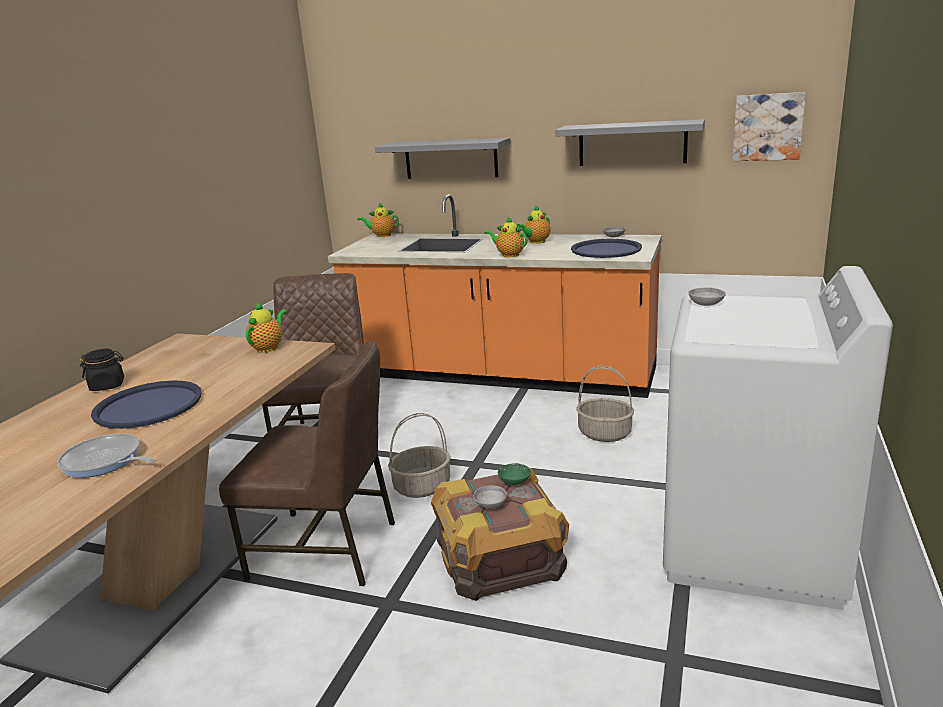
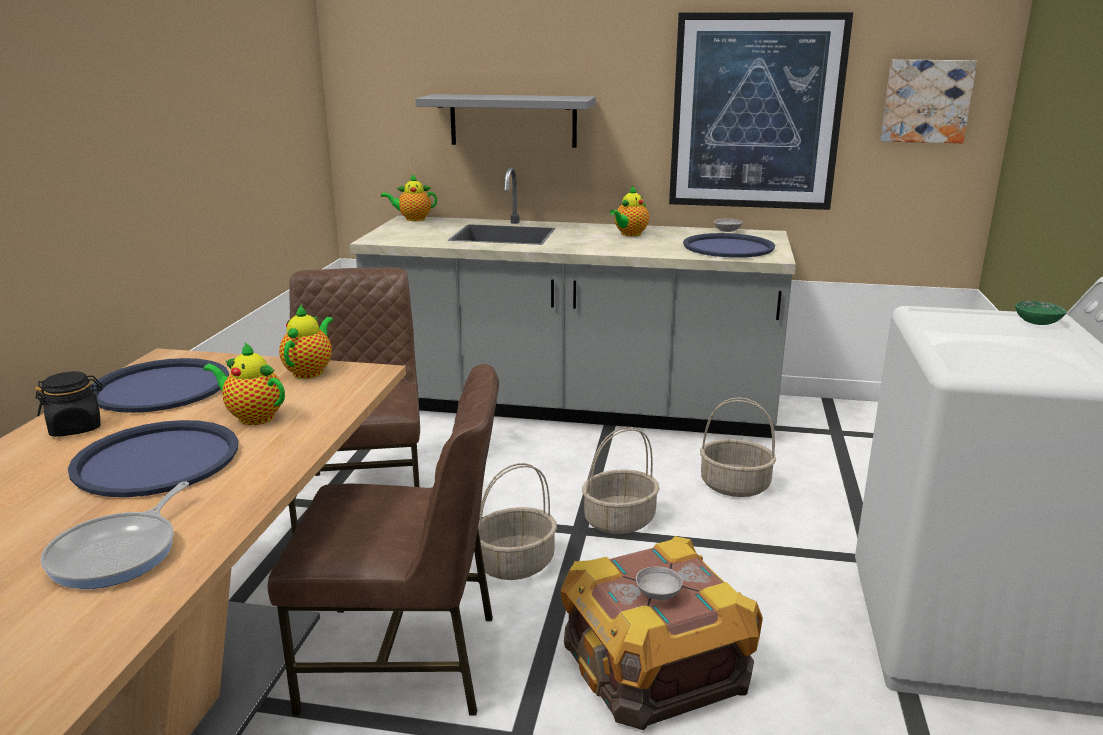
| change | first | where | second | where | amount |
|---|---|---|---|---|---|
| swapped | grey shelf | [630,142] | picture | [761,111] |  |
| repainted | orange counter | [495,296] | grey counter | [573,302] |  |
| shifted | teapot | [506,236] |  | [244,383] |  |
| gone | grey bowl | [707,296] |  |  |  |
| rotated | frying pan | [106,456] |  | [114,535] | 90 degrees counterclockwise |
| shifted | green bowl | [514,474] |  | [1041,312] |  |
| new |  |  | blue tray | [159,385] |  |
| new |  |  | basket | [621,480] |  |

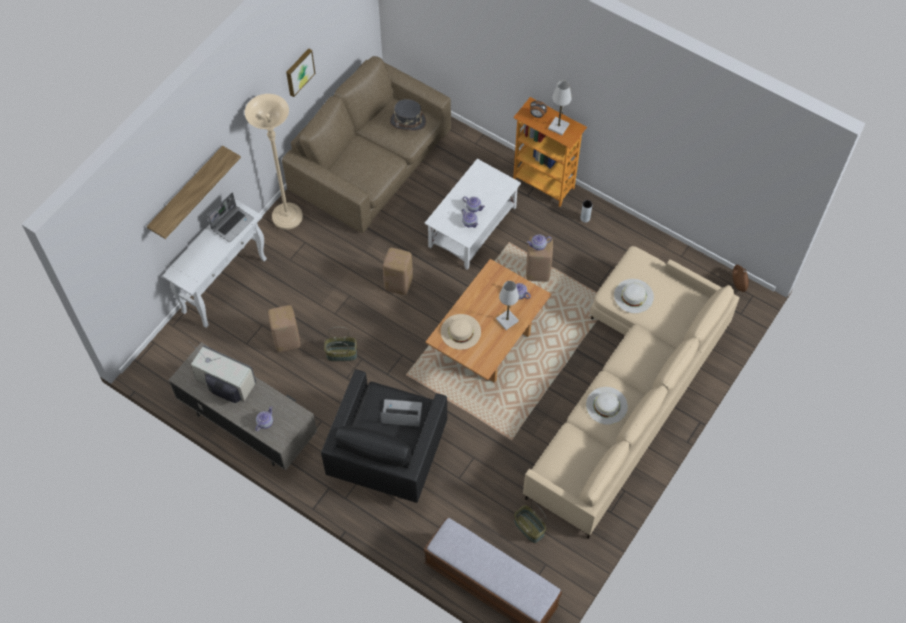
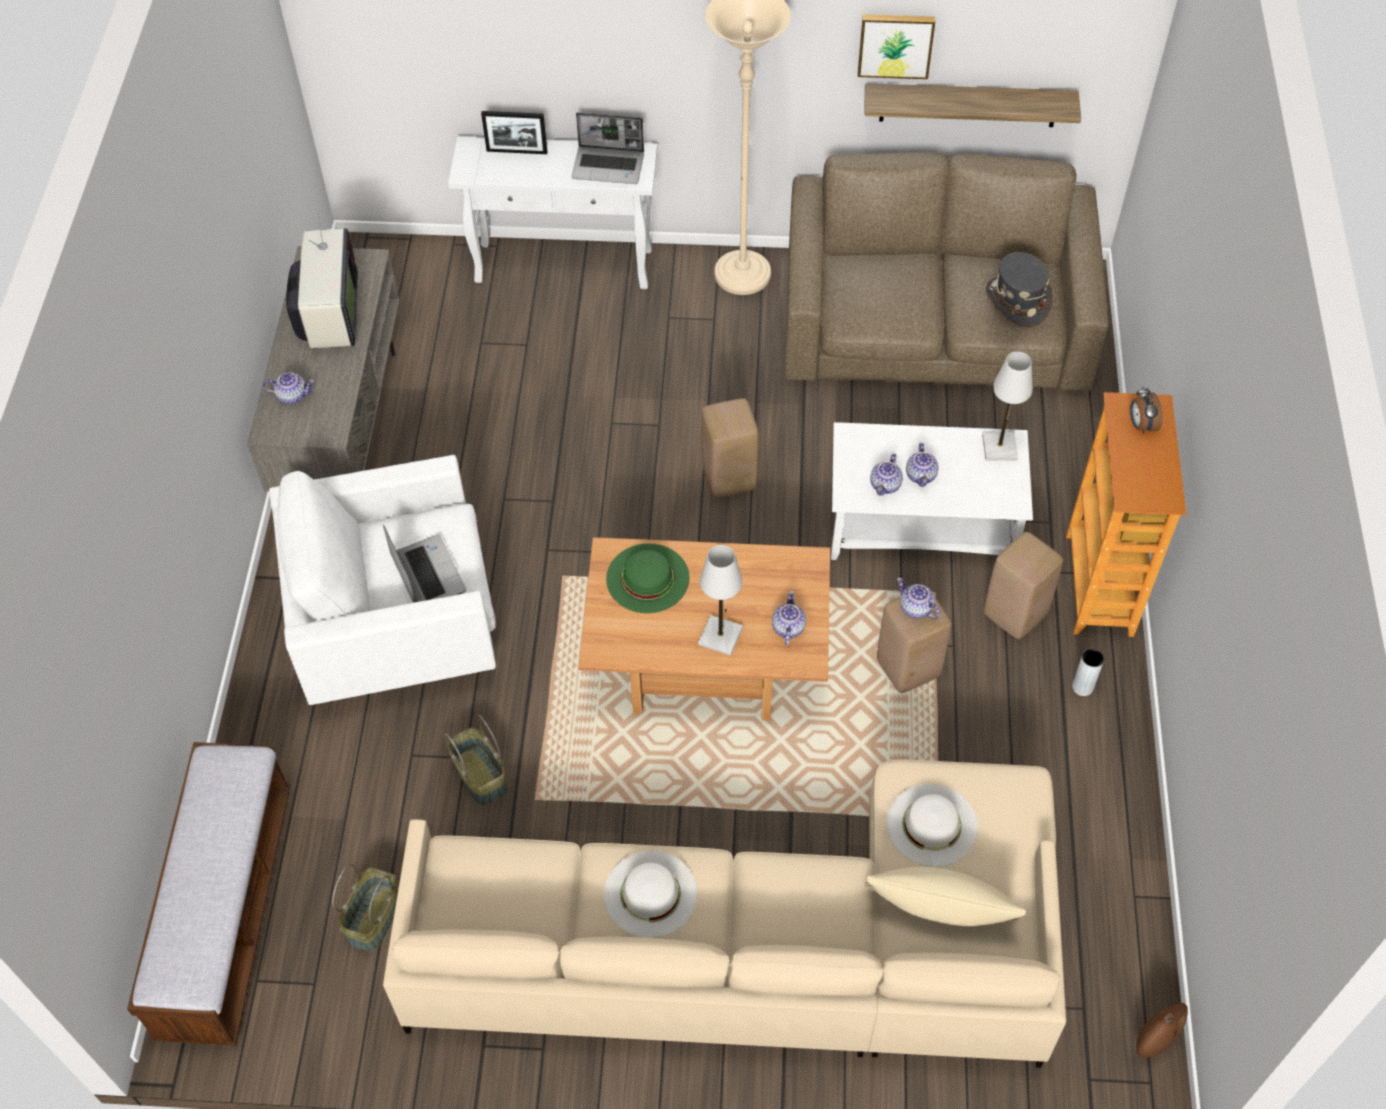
| change | first | where | second | where | amount |
|---|---|---|---|---|---|
| shifted | white table lamp | [560,107] |  | [1007,406] |  |
| shifted | shelf | [194,192] |  | [973,105] |  |
| shifted | beige stool | [284,328] |  | [1023,585] |  |
| repainted | beige hat | [461,332] | green hat | [648,578] |  |
| shifted | basket | [340,344] |  | [475,760] |  |
| repainted | black armchair | [384,436] | white armchair | [382,580] |  |
| new |  |  | picture frame | [514,132] |  |
| new |  |  | beige pillow | [945,896] |  |

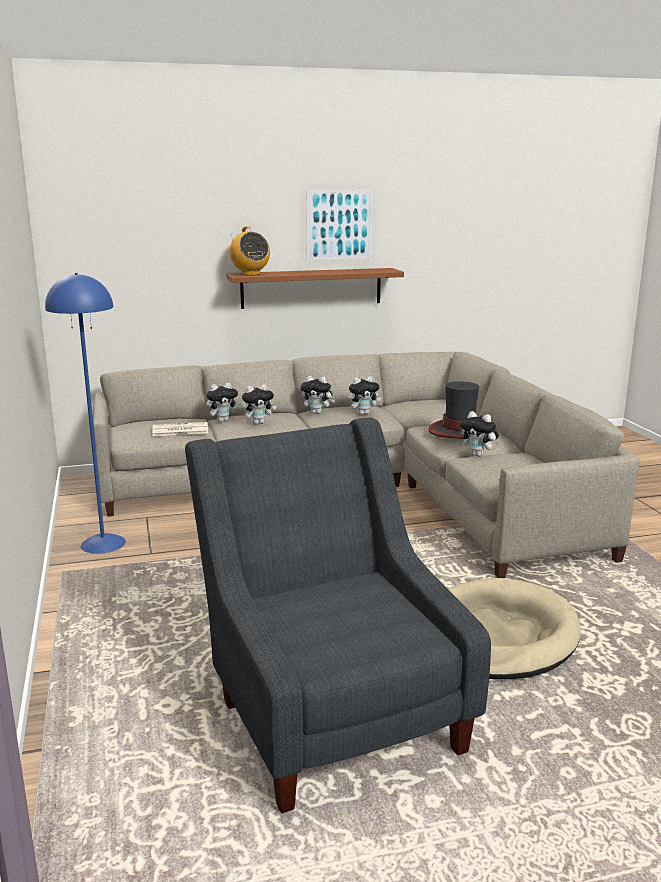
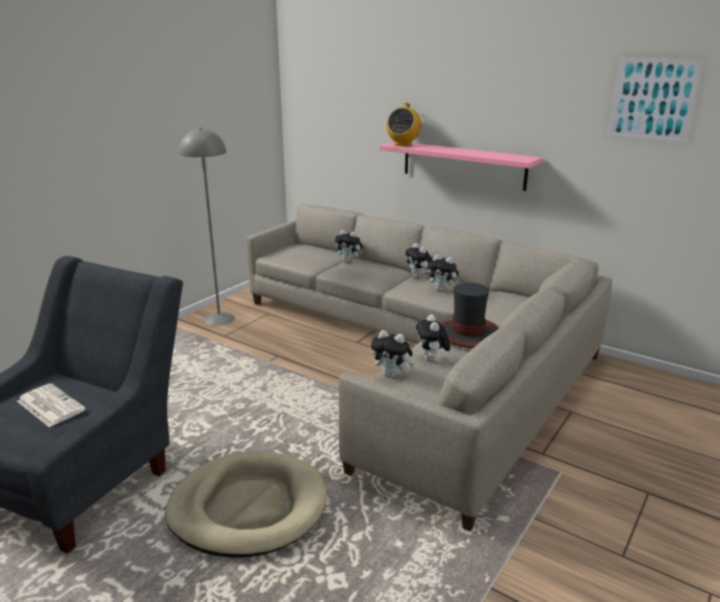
| change | first | where | second | where | amount |
|---|---|---|---|---|---|
| shifted | picture | [339,225] |  | [655,100] |  |
| repainted | brown shelf | [315,288] | pink shelf | [461,166] |  |
| repainted | blue floor lamp | [85,413] | grey floor lamp | [207,227] |  |
| shifted | plush toy | [259,404] |  | [392,354] |  |
| shifted | newspaper | [180,429] |  | [51,405] |  |

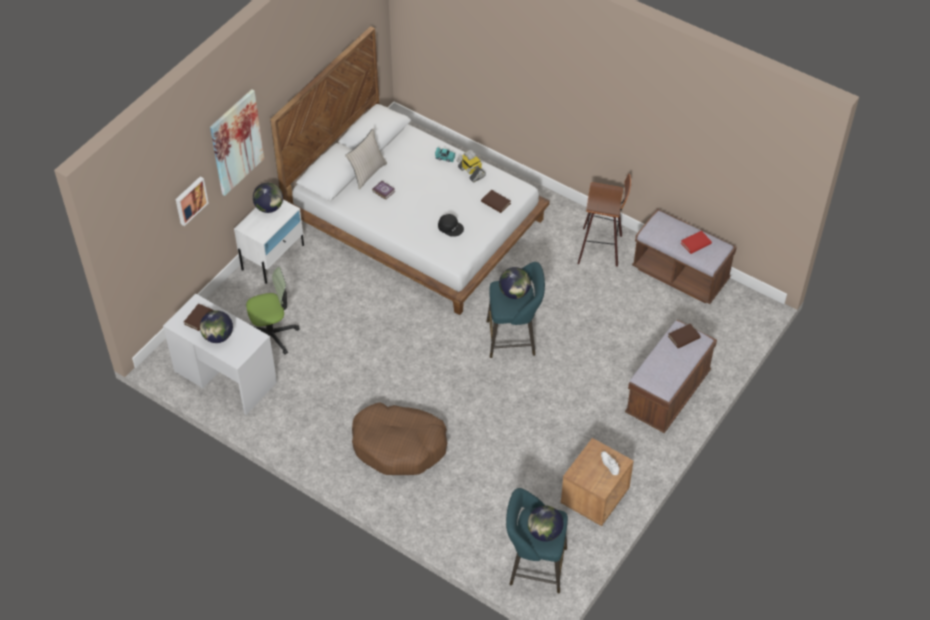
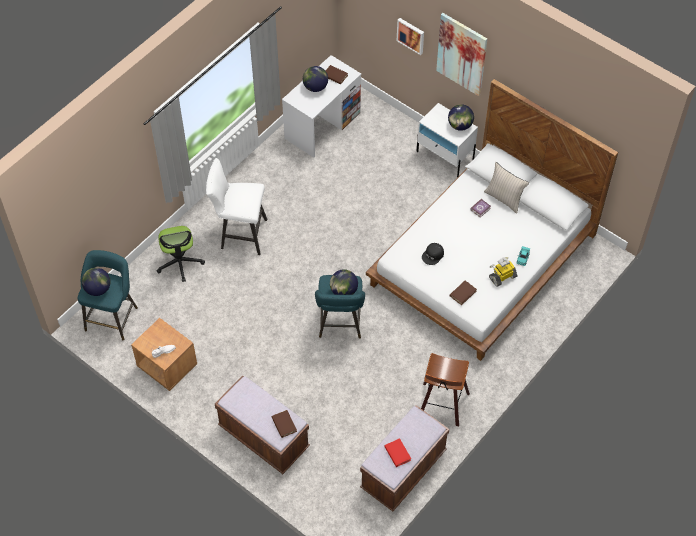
| change | first | where | second | where | amount |
|---|---|---|---|---|---|
| shifted | office chair | [273,311] |  | [181,254] |  |
| swapped | brown dog bed | [399,438] | white stool | [236,206] |  |

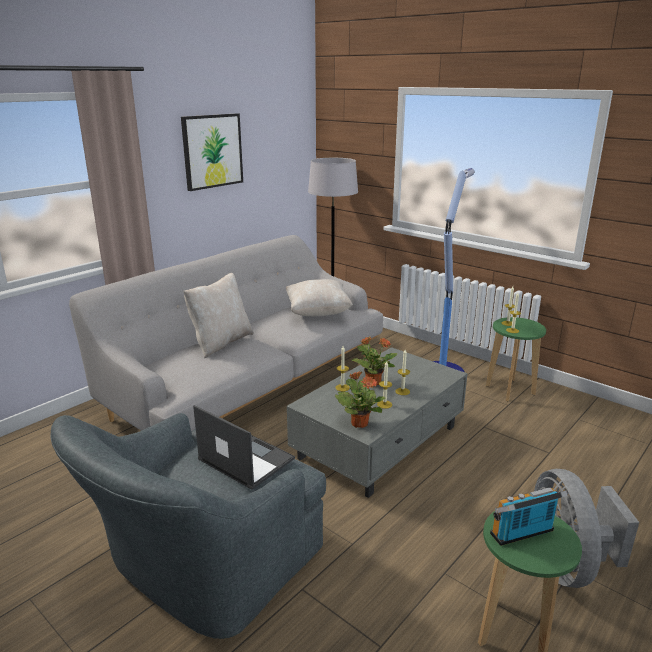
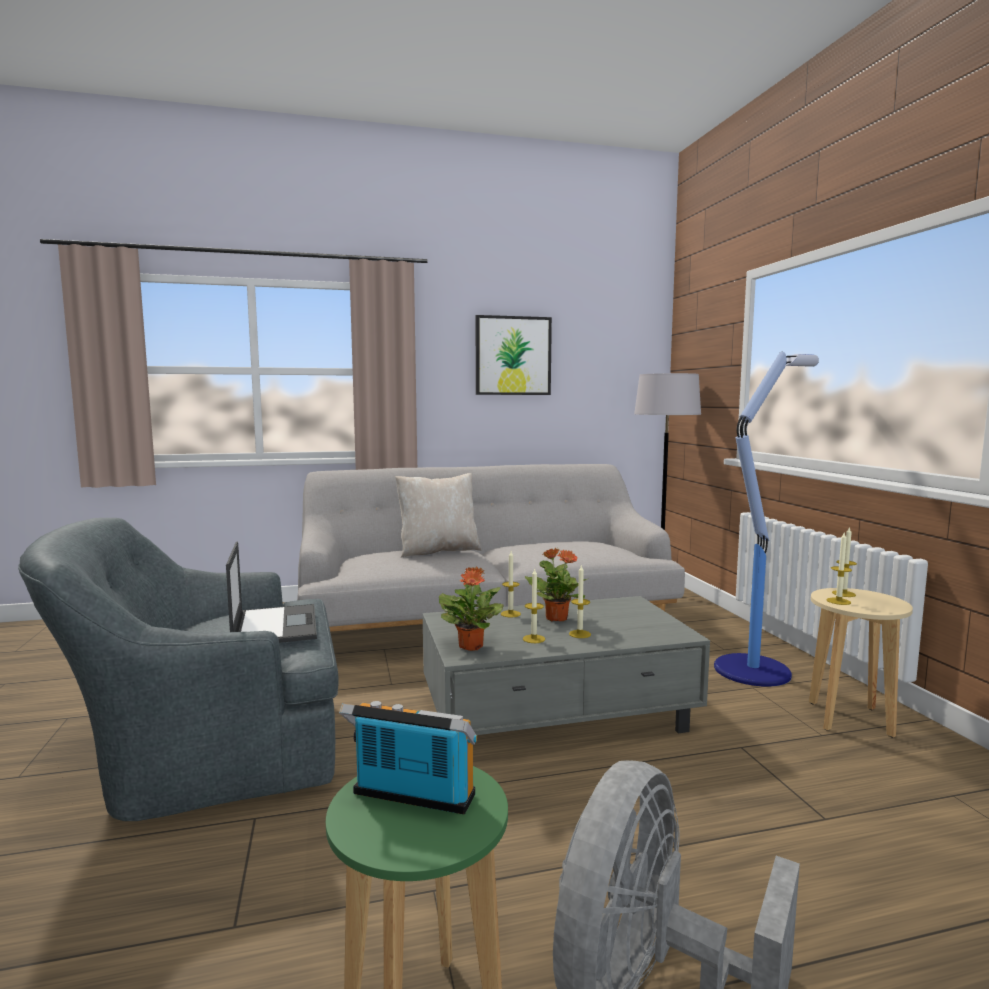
| change | first | where | second | where | amount |
|---|---|---|---|---|---|
| gone | beige pillow | [319,297] |  |  |  |
| repainted | green stool | [516,359] | beige stool | [861,663] |  |

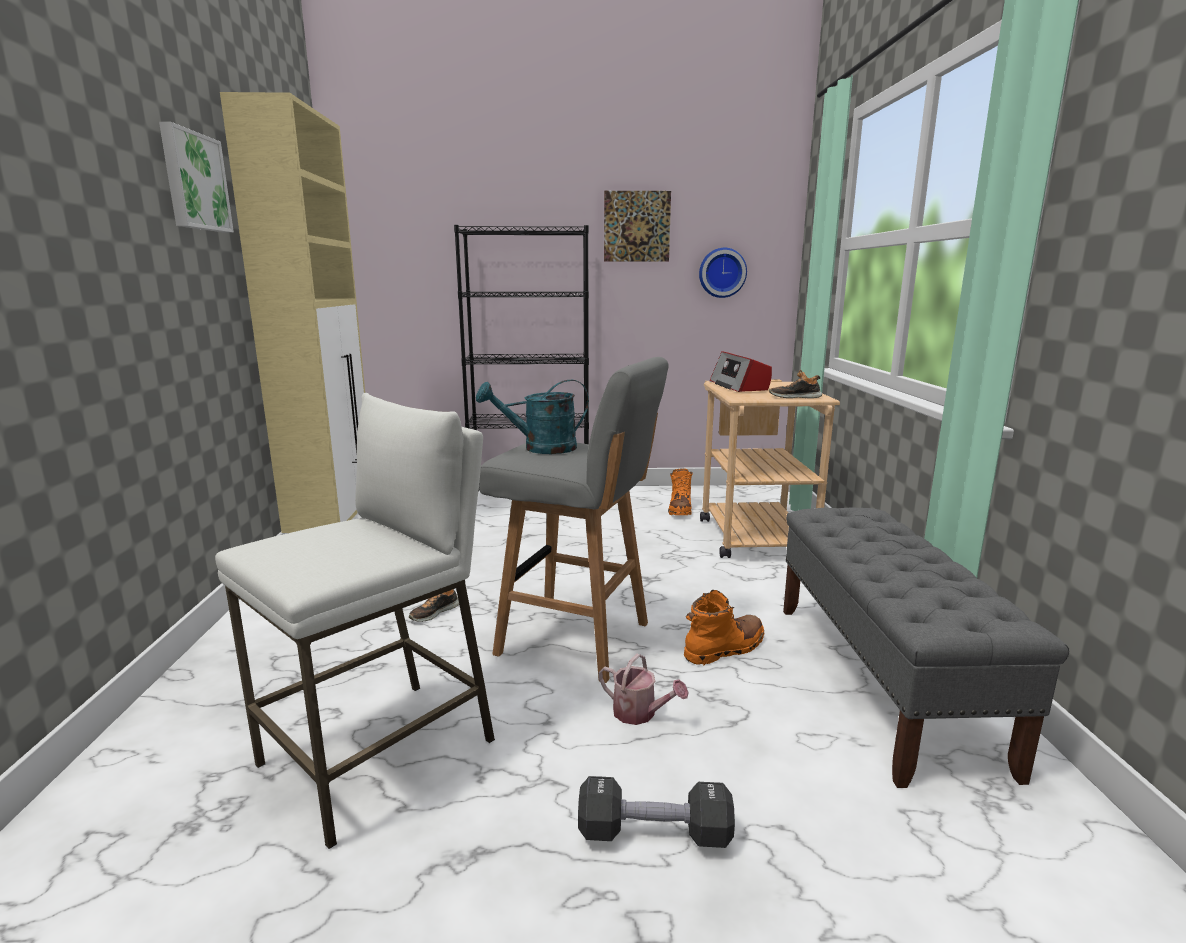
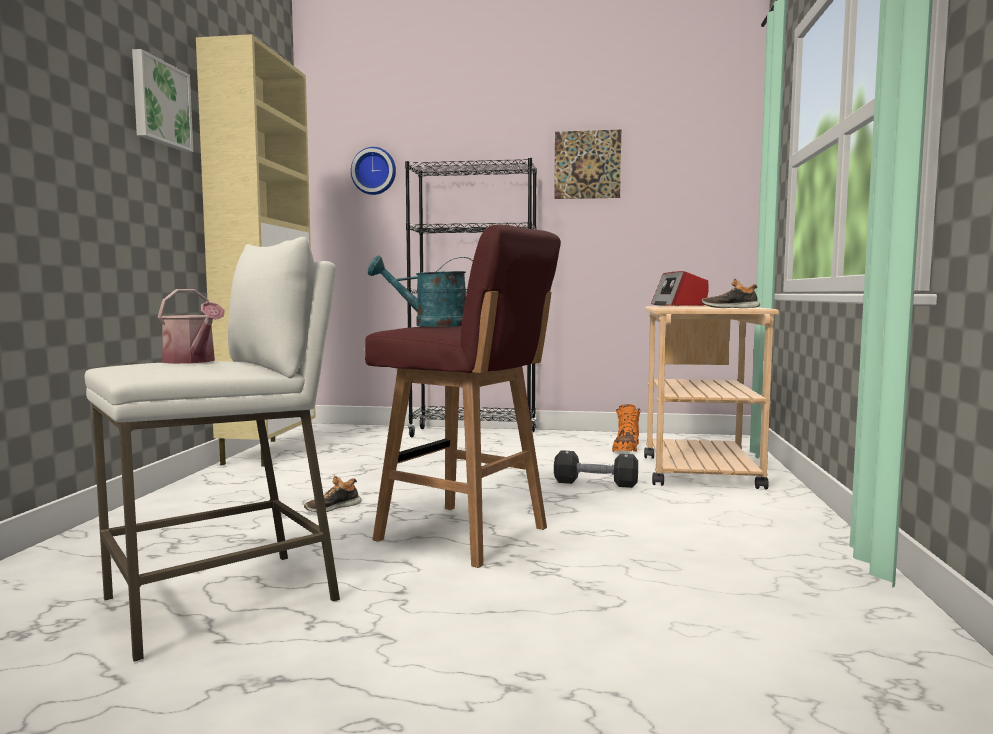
| change | first | where | second | where | amount |
|---|---|---|---|---|---|
| shifted | wall clock | [723,273] |  | [373,171] |  |
| repainted | grey stool | [574,520] | red stool | [463,396] |  |
| gone | grey bench | [926,647] |  |  |  |
| gone | orange boot | [724,627] |  |  |  |
| shifted | watering can | [644,689] |  | [191,326] |  |
| shifted | black dumbbell | [656,812] |  | [596,469] |  |

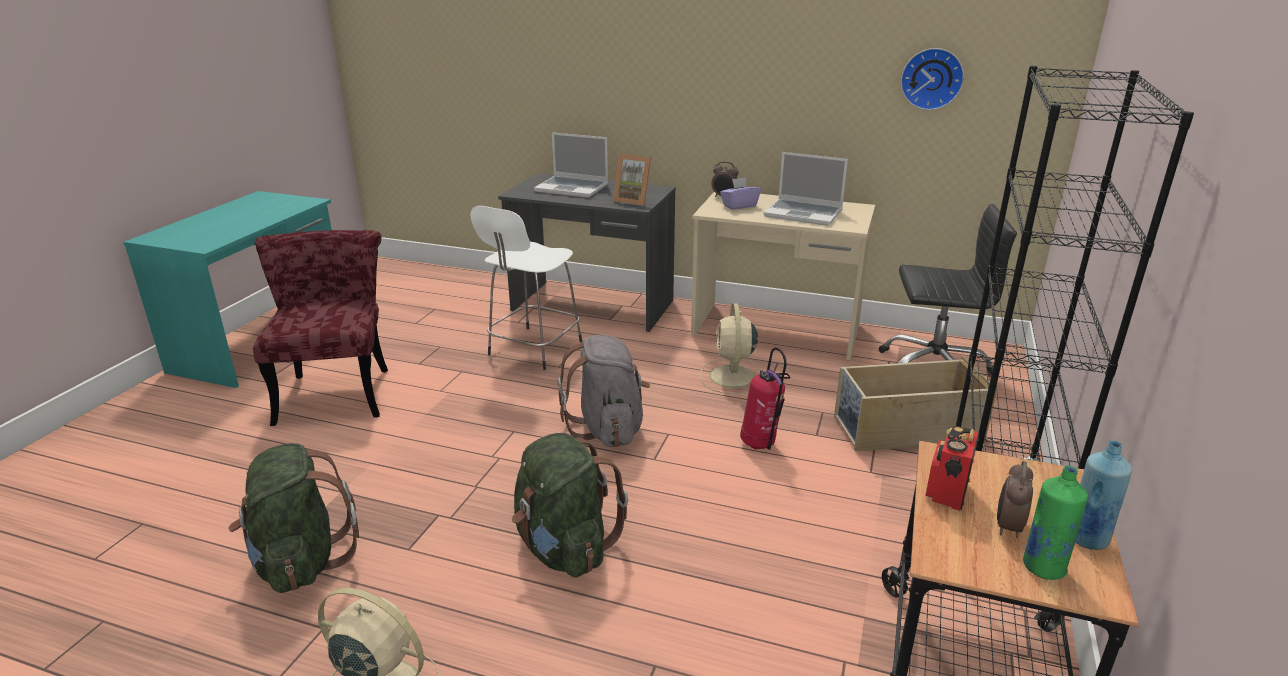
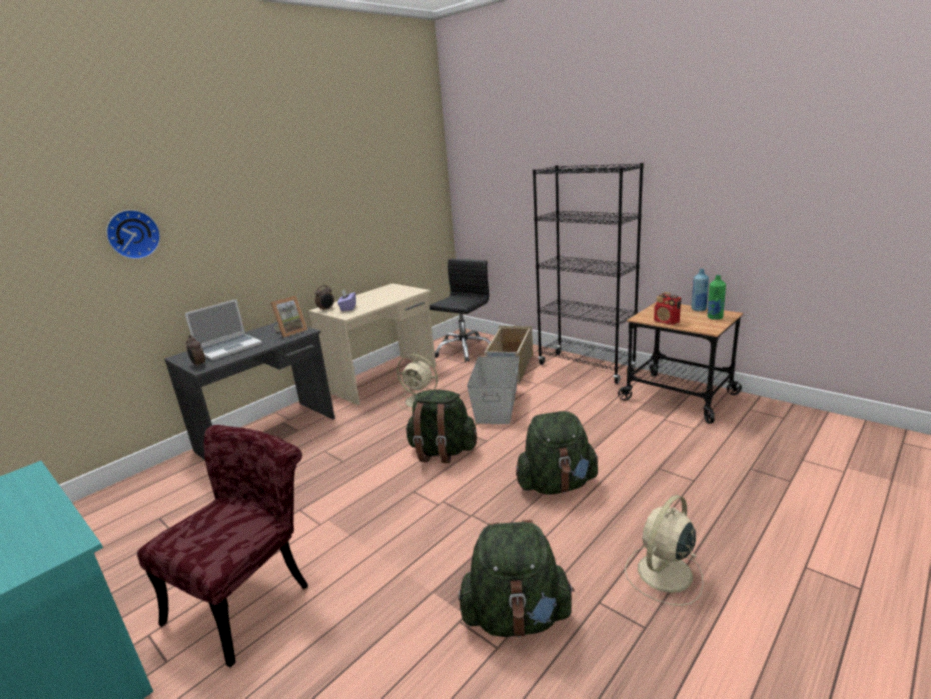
| change | first | where | second | where | amount |
|---|---|---|---|---|---|
| shifted | wall clock | [932,79] |  | [133,234] |  |
| gone | laptop | [806,189] |  |  |  |
| gone | white stool | [526,288] |  |  |  |
| rotated | red chair | [320,328] |  | [222,546] | 105 degrees clockwise |
| repainted | grey backpack | [604,391] | green backpack | [441,426] |  |
| swapped | fire extinguisher | [765,398] | grey storage box | [493,390] |  |
| shifted | alarm clock | [1015,499] |  | [195,351] |  |

